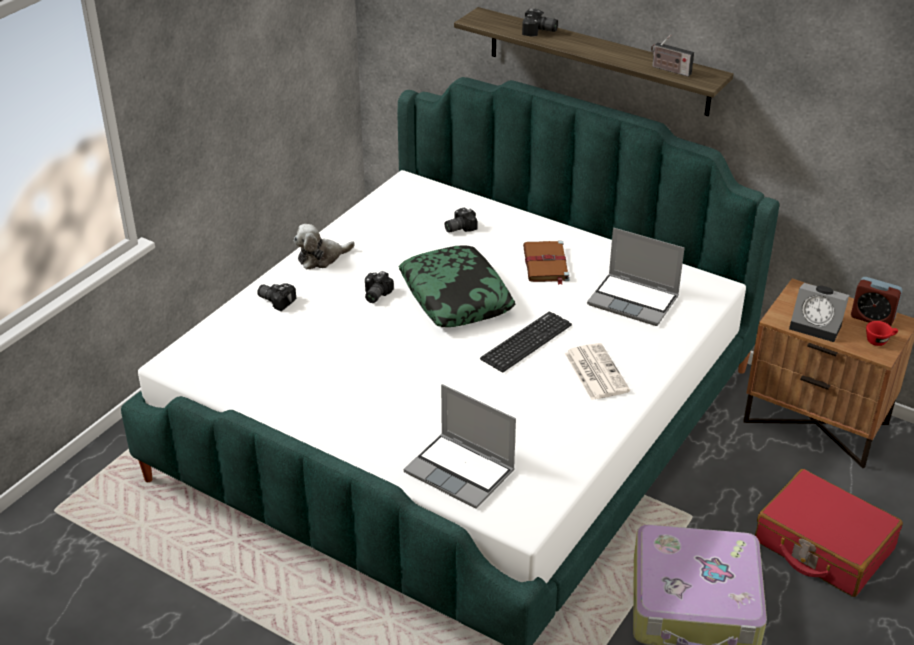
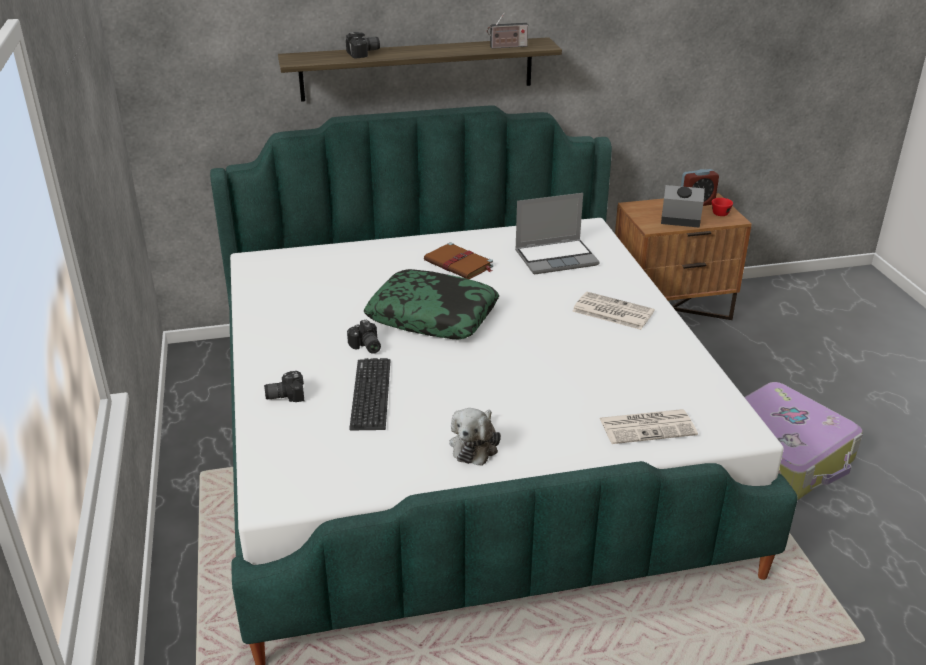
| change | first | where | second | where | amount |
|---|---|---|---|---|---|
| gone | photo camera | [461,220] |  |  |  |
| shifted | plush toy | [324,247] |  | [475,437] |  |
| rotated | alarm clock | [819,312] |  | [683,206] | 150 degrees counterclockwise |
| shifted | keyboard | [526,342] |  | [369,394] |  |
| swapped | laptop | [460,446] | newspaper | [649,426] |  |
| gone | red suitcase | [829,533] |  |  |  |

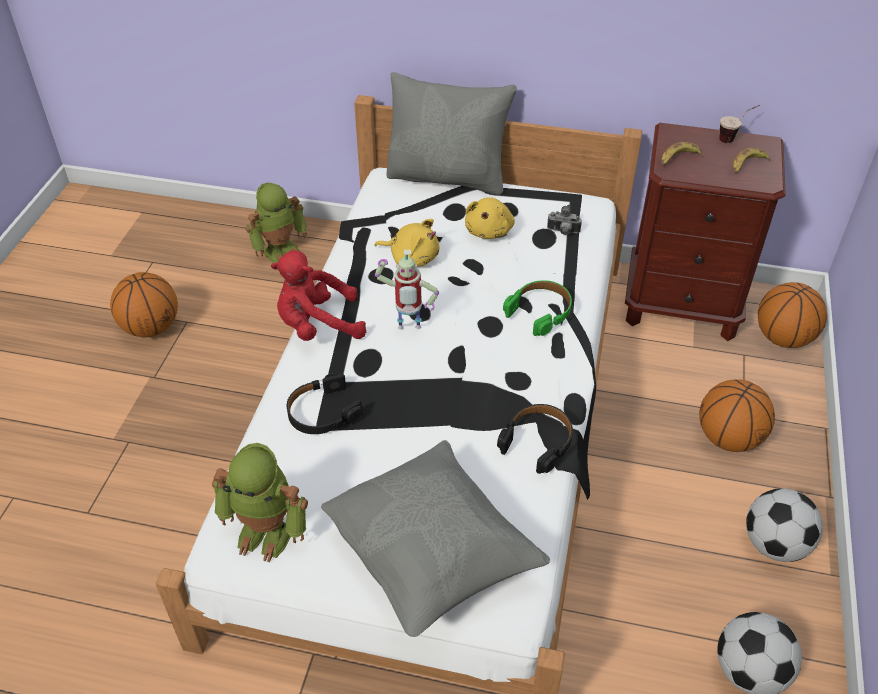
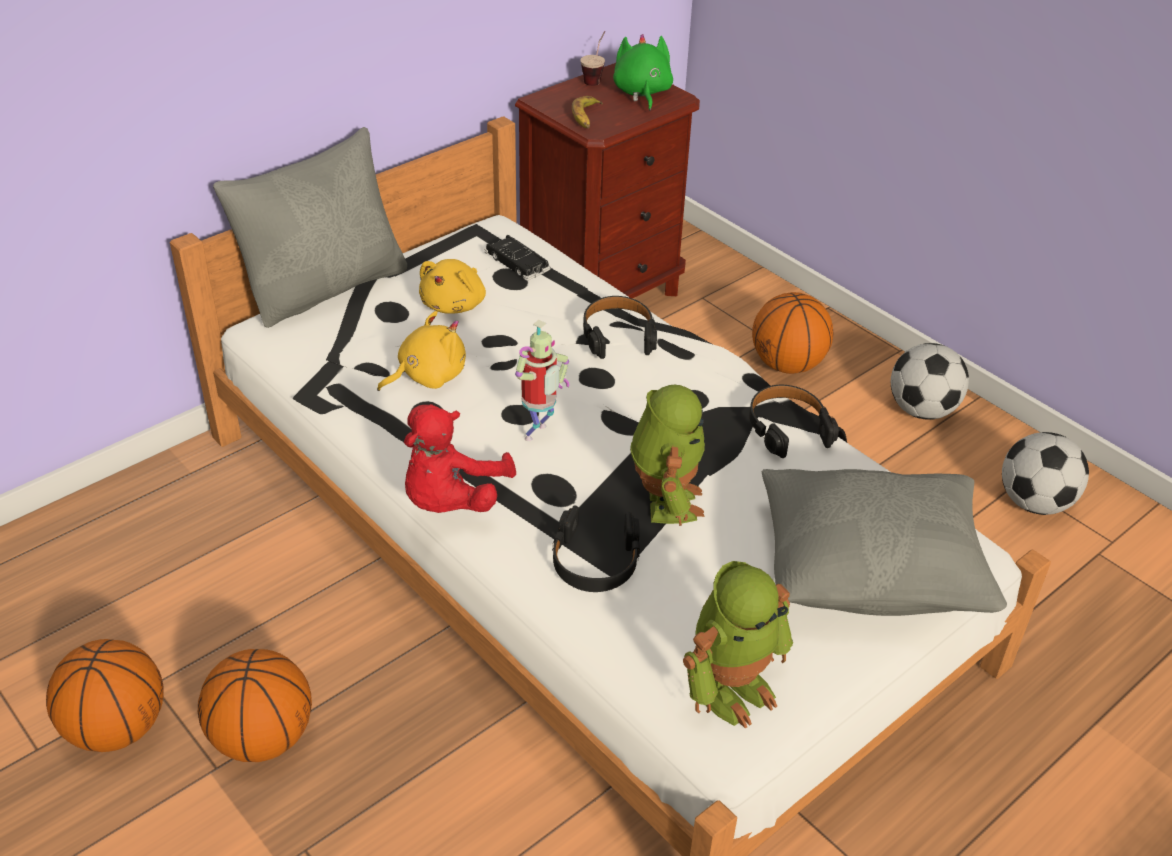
| change | first | where | second | where | amount |
|---|---|---|---|---|---|
| swapped | banana | [752,161] | green plush toy | [643,72] |  |
| shifted | toy robot | [276,222] |  | [667,455] |  |
| rotated | yellow plush toy | [490,218] |  | [452,286] | 60 degrees clockwise |
| swapped | photo camera | [564,220] | black toy car | [517,258] |  |
| repainted | green headphones | [537,308] | black headphones | [620,327] |  |
| shifted | basketball | [792,315] |  | [255,705] |  |

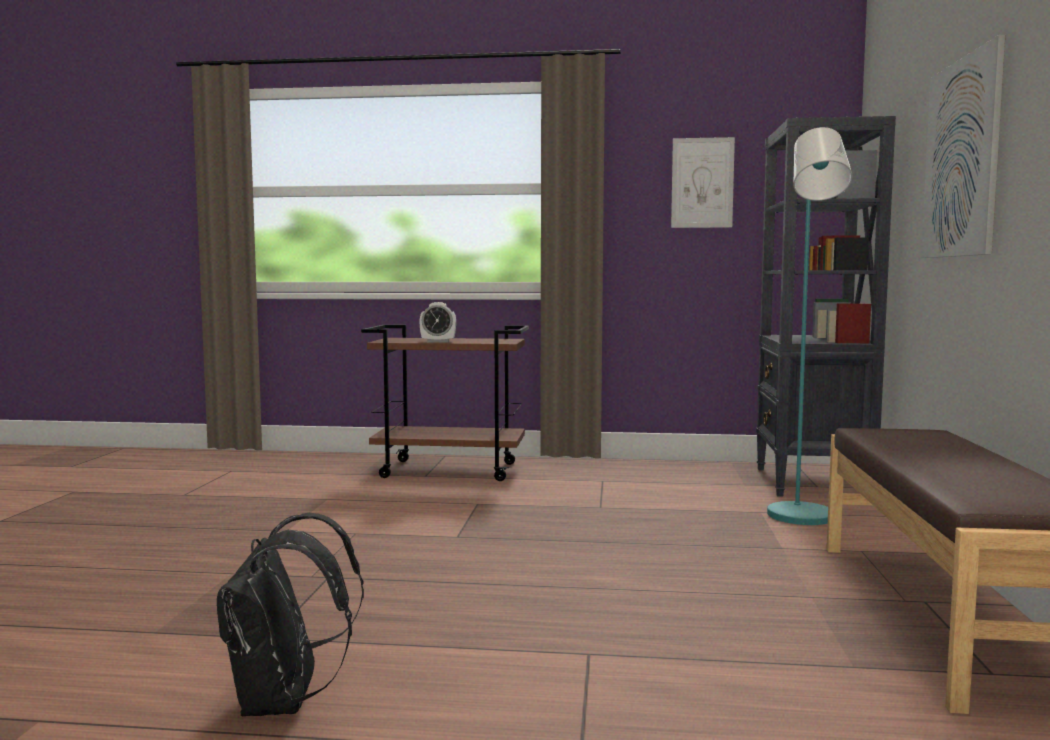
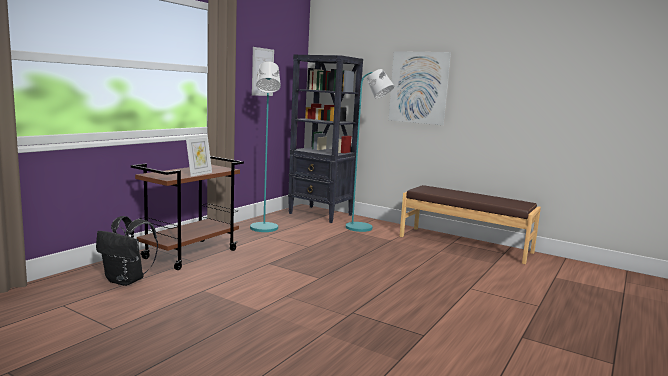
| change | first | where | second | where | amount |
|---|---|---|---|---|---|
| swapped | alarm clock | [437,322] | picture frame | [199,156] |  |
| shifted | black backpack | [290,614] |  | [127,251] |  |
| new |  |  | turquoise floor lamp | [265,146] |  |

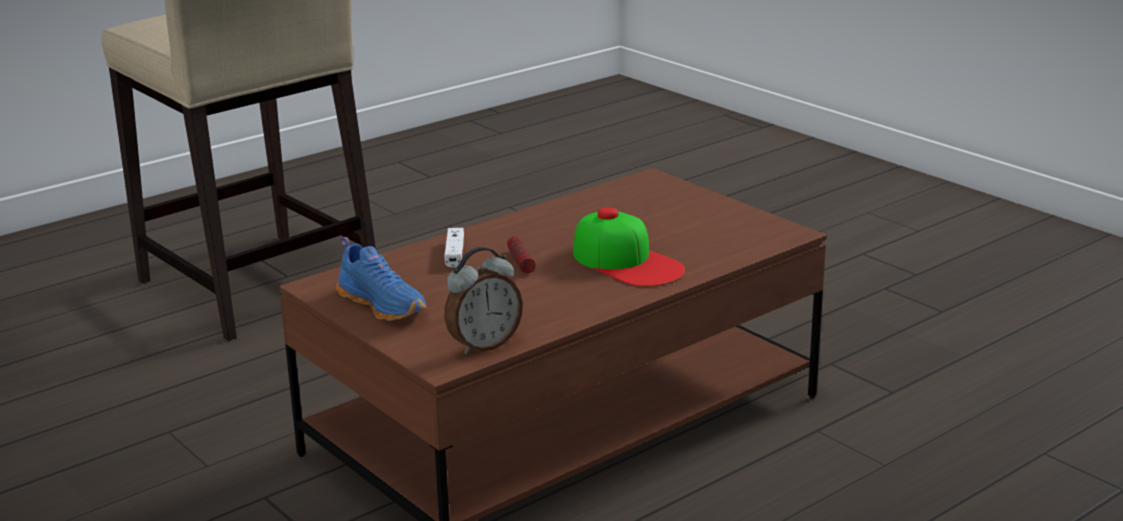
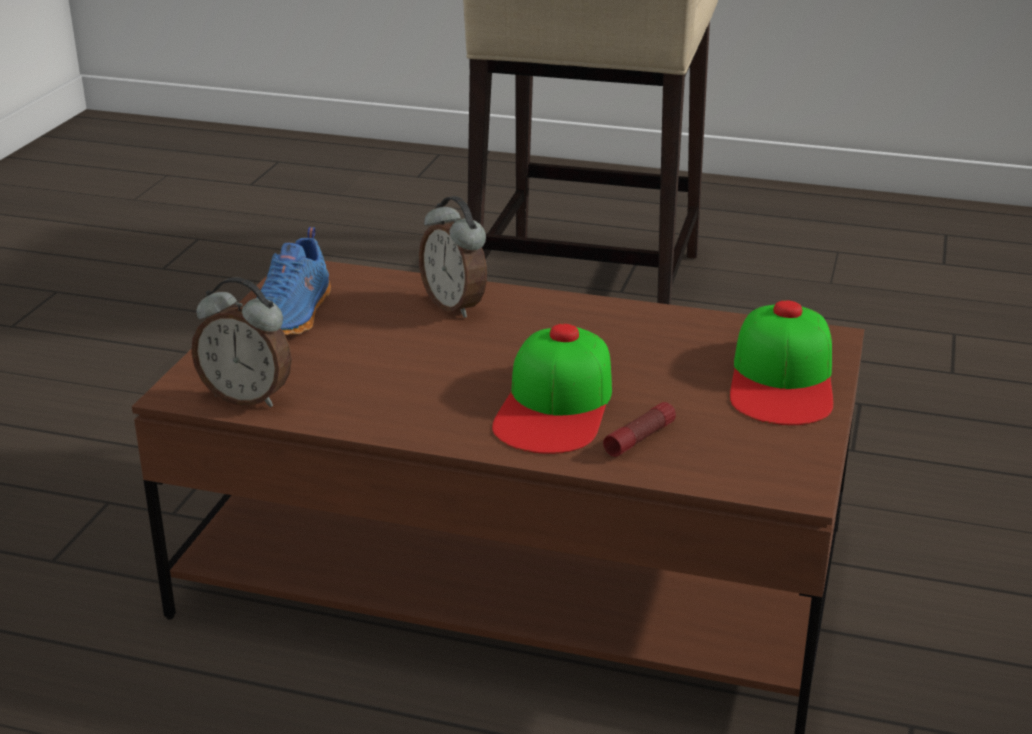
| change | first | where | second | where | amount |
|---|---|---|---|---|---|
| swapped | white game controller | [454,248] | alarm clock | [453,257] |  |
| shifted | flashlight | [521,254] |  | [639,429] |  |
| new |  |  | cap | [781,362] |  |

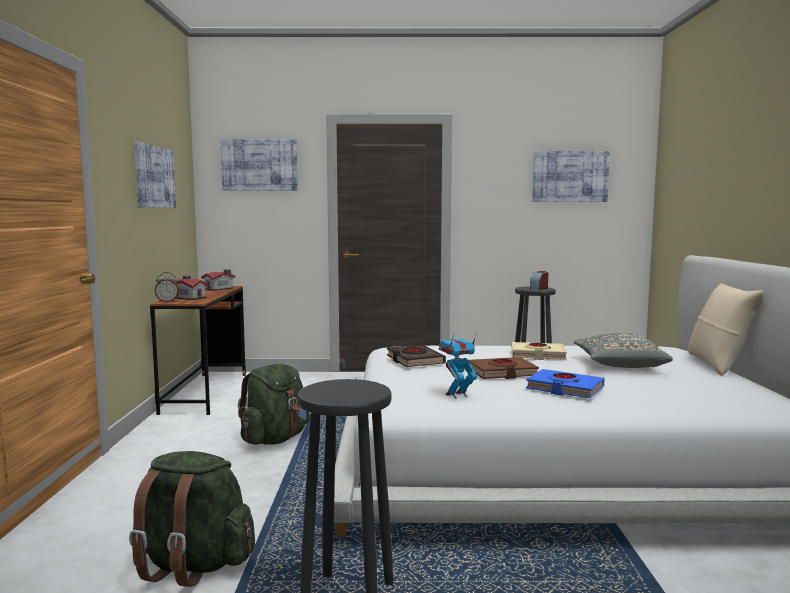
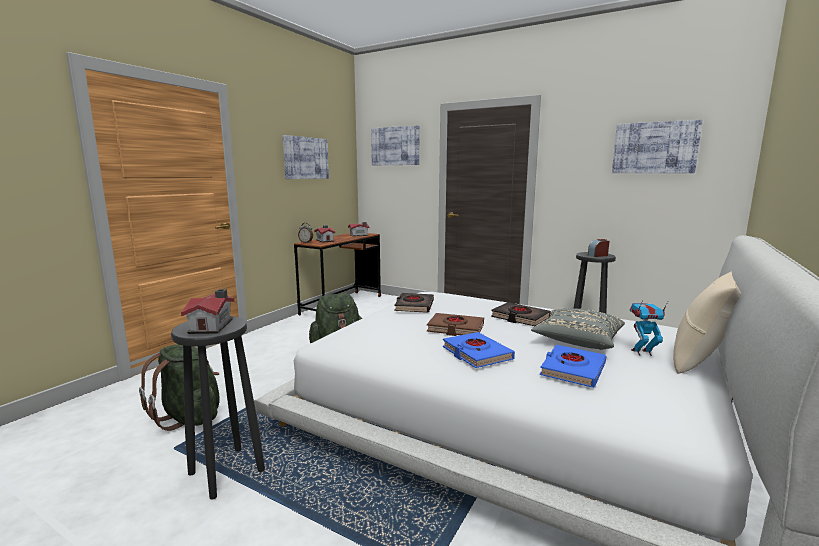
| change | first | where | second | where | amount |
|---|---|---|---|---|---|
| shifted | toy robot | [458,366] |  | [649,328] |  |
| repainted | beige book | [539,351] | black book | [521,314] |  |
| new |  |  | toy house | [207,311] |  |
| new |  |  | blue book | [573,366] |  |

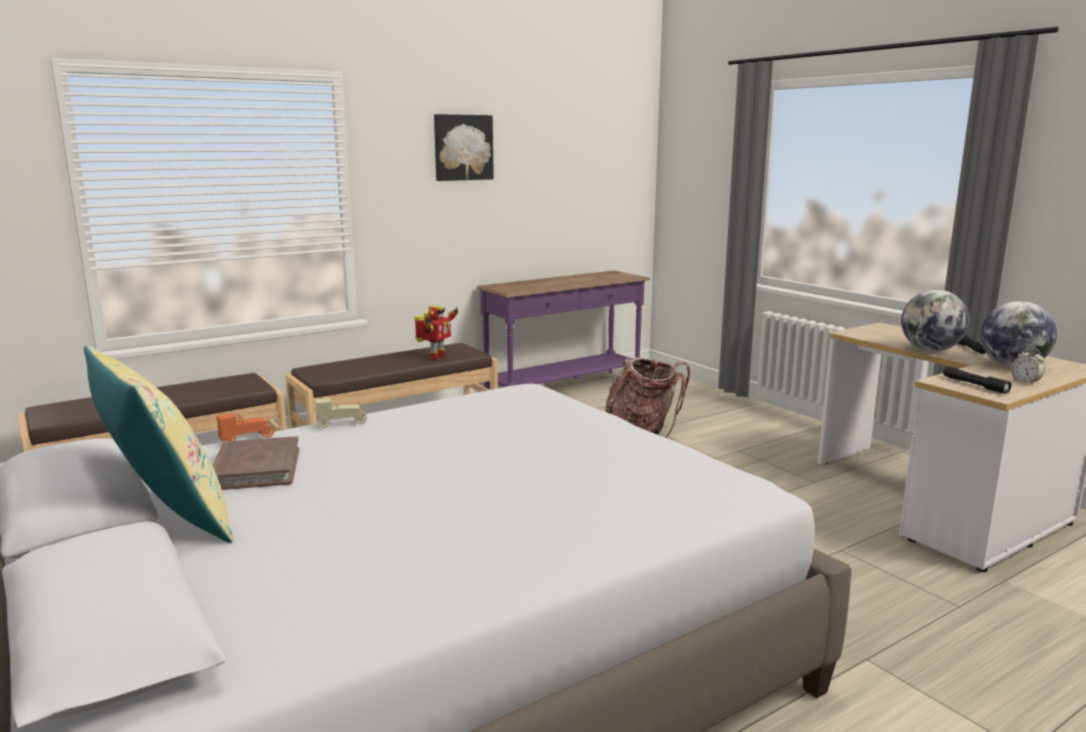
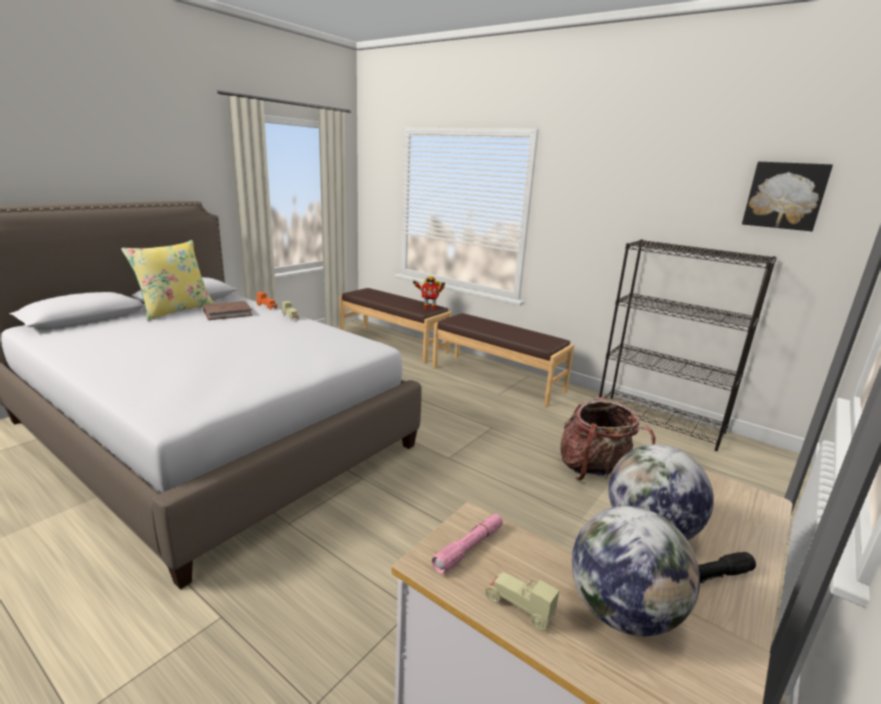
| change | first | where | second | where | amount |
|---|---|---|---|---|---|
| shifted | picture | [464,147] |  | [787,196] |  |
| swapped | purple console table | [563,329] | black bookcase | [688,345] |  |
| shifted | toy robot | [436,332] |  | [429,293] |  |
| swapped | alarm clock | [1028,366] | beige toy car | [522,601] |  |
| repainted | black flashlight | [977,380] | pink flashlight | [467,543] |  |

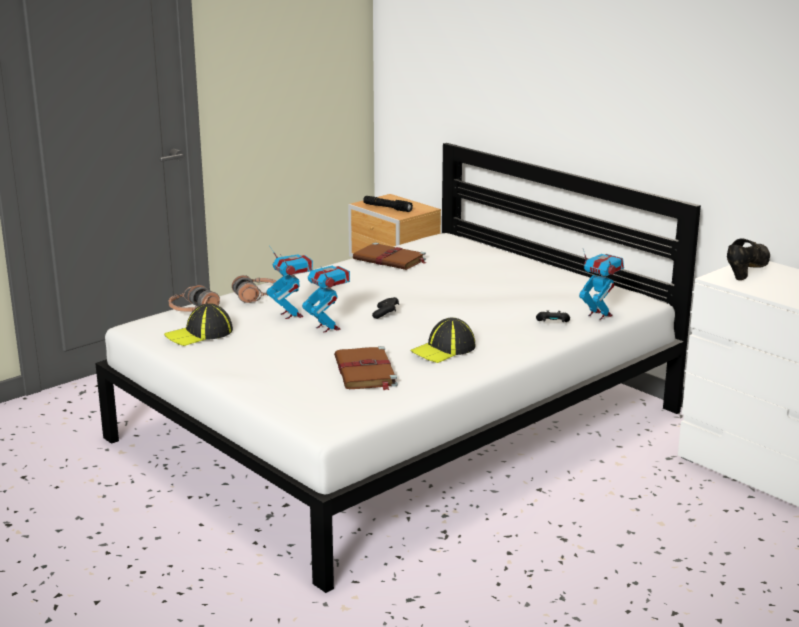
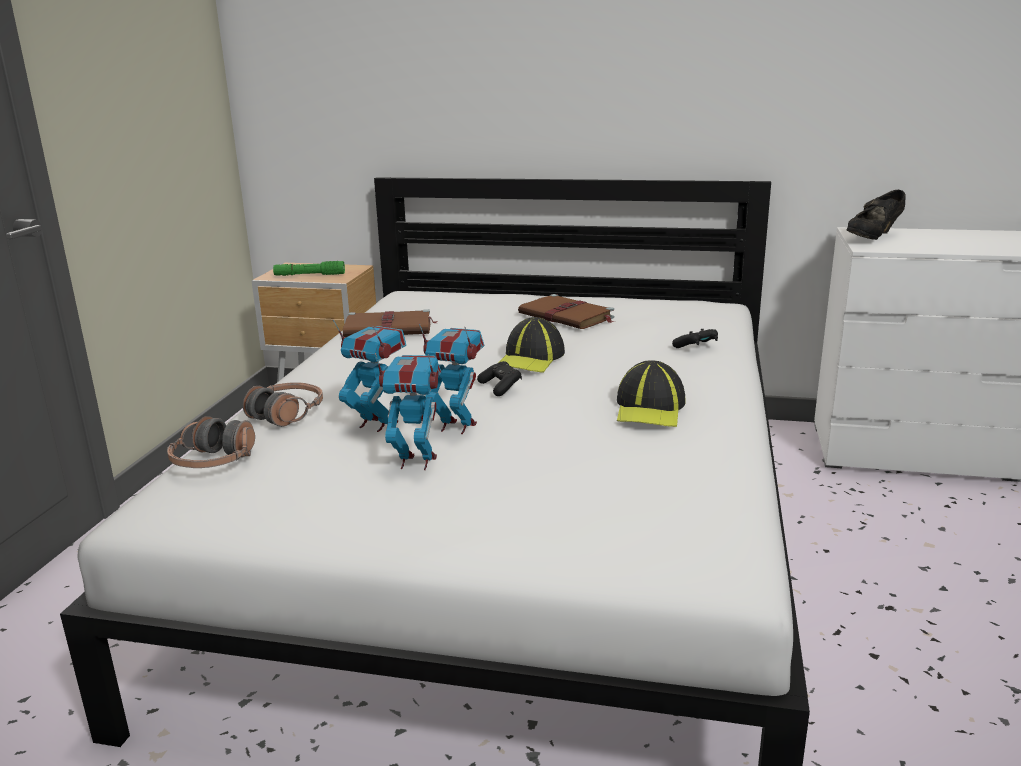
| change | first | where | second | where | amount |
|---|---|---|---|---|---|
| repainted | black flashlight | [388,204] | green flashlight | [309,268] |  |
| rotated | black shoe | [748,259] |  | [876,215] | 135 degrees counterclockwise |
| shifted | toy robot | [601,284] |  | [408,411] |  |
| shifted | cap | [198,324] |  | [531,345] |  |
| shifted | brown book | [366,368] |  | [566,311] |  |

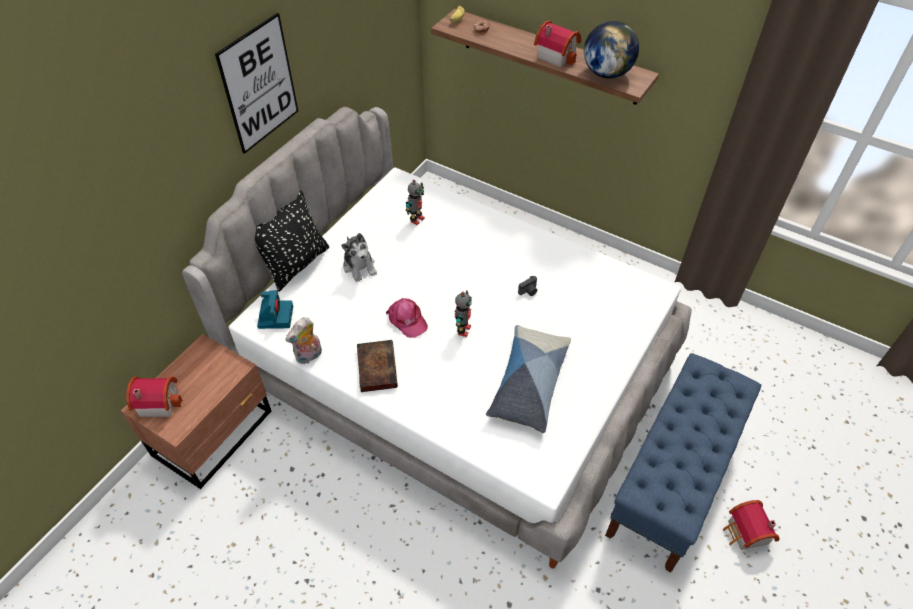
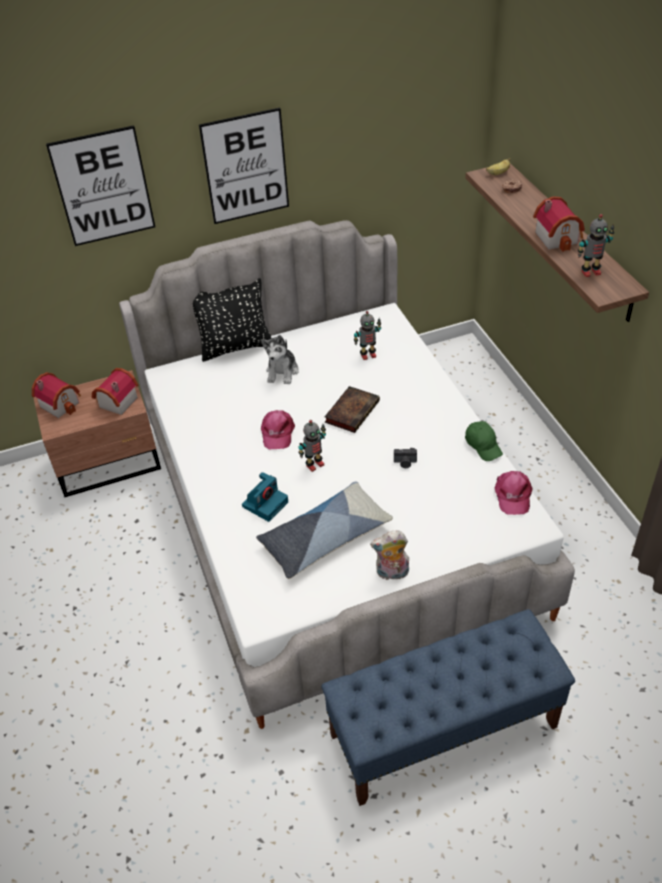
| change | first | where | second | where | amount |
|---|---|---|---|---|---|
| swapped | globe | [611,49] | toy robot | [596,245] |  |
| shifted | photo camera | [275,309] |  | [265,497] |  |
| shifted | plush toy | [303,341] |  | [389,556] |  |
| shifted | book | [377,366] |  | [352,409] |  |
| shifted | toy house | [751,525] |  | [115,391] |  |
| new |  |  | picture | [100,185] |  |
| new |  |  | green cap | [484,441] |  |
| new |  |  | pink cap | [513,493] |  |

